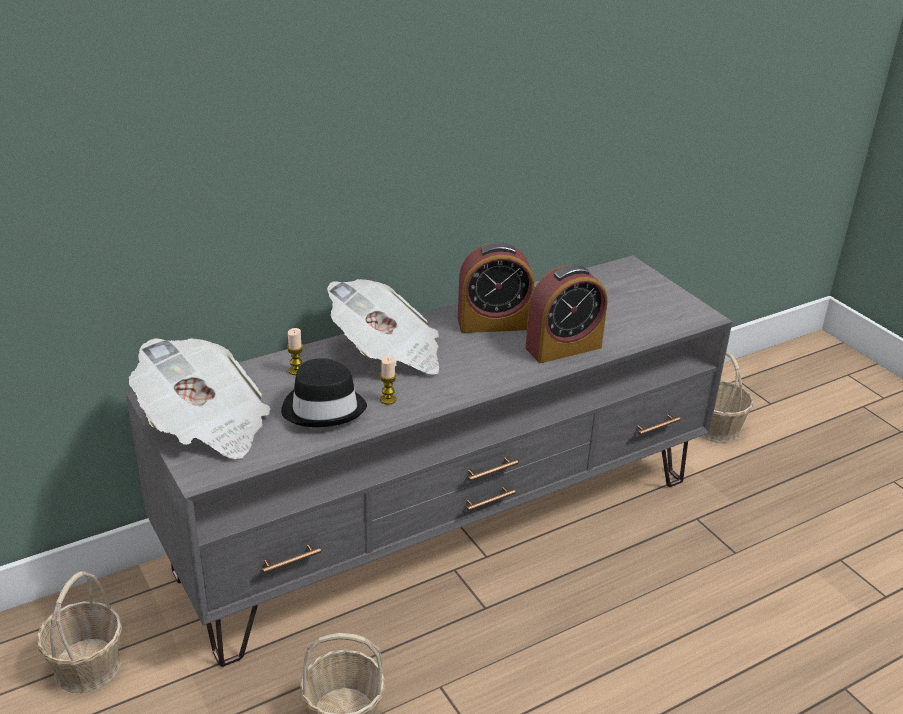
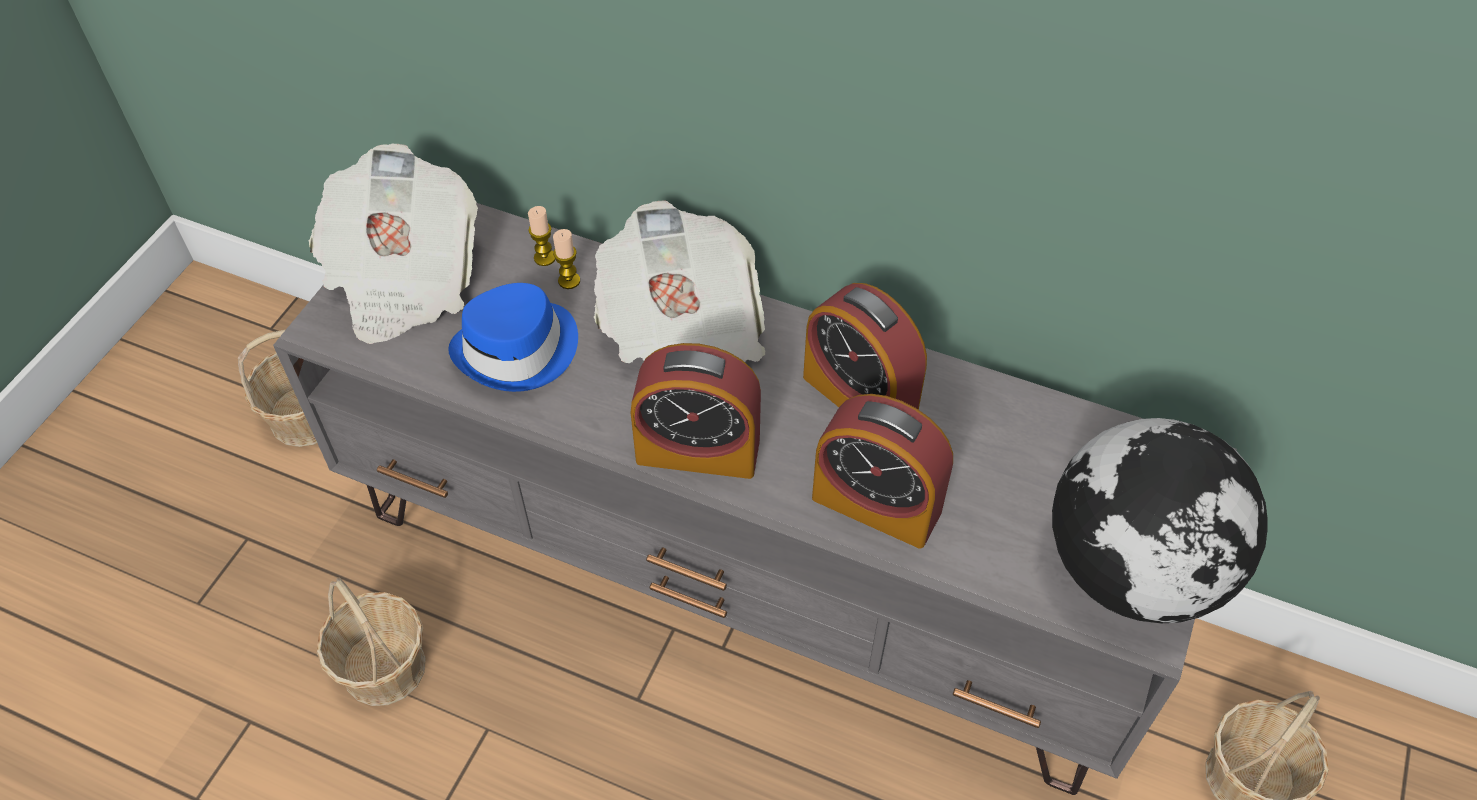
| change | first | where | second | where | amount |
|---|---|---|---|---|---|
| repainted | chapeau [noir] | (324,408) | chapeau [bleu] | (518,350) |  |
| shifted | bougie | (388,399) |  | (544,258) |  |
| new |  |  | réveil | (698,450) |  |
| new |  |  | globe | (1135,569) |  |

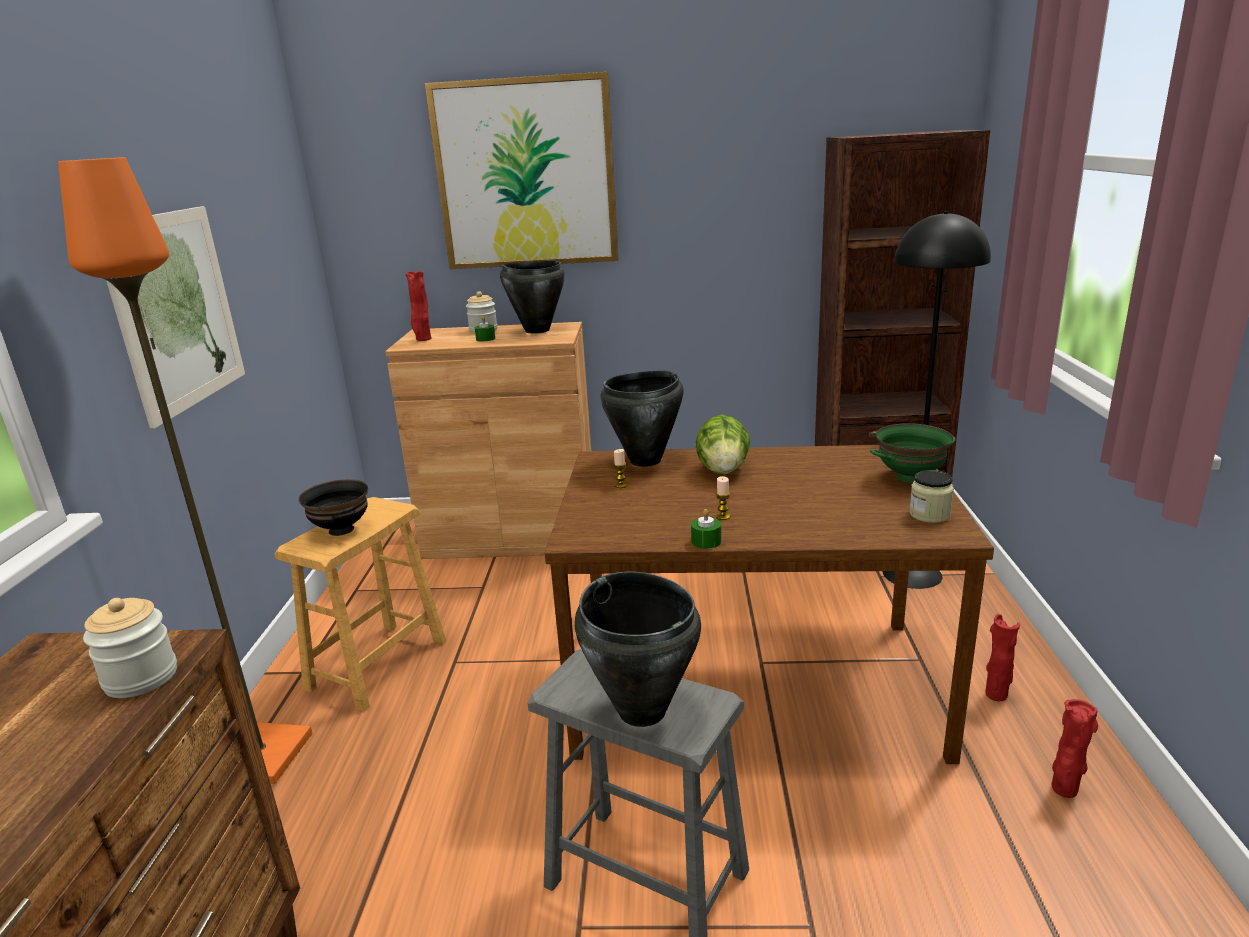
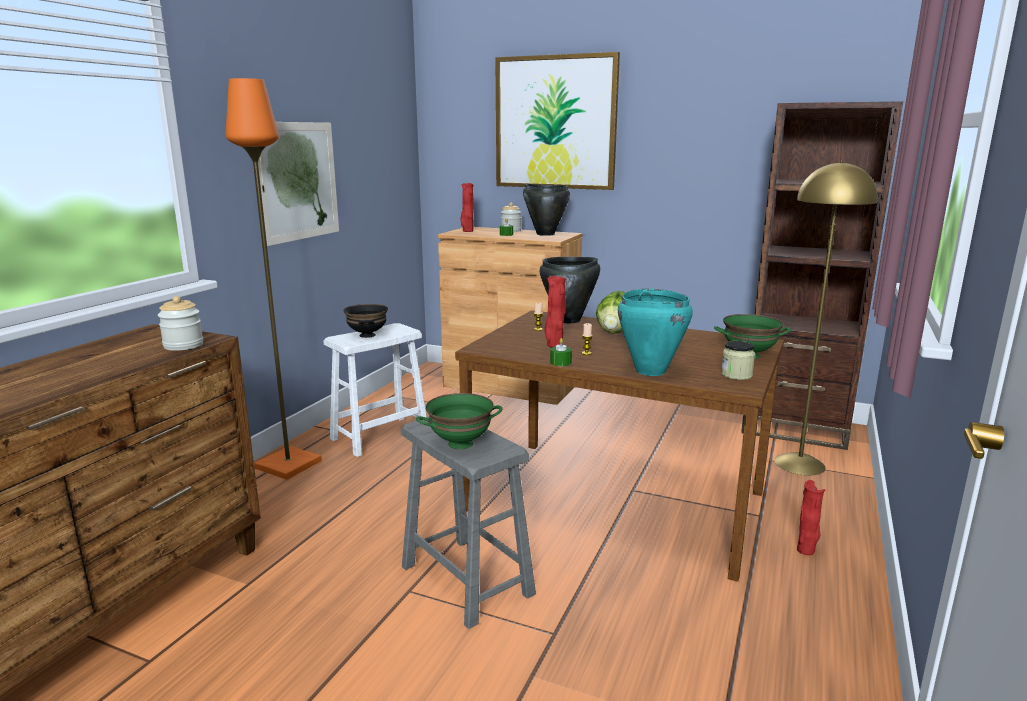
| change | first | where | second | where | amount |
|---|---|---|---|---|---|
| repainted | tabouret [marron] | (377,665) | tabouret [blanc] | (379,436) |  |
| swapped | marmite [noir] | (642,710) | bol [vert] | (460,443) |  |
| shifted | vase [rouge] | (1064,790) |  | (554,346) |  |
| new |  |  | marmite [turquoise] | (650,371) |  |
| repainted | lampadaire [noir] | (912,574) | lampadaire [jaune] | (799,464) |  |

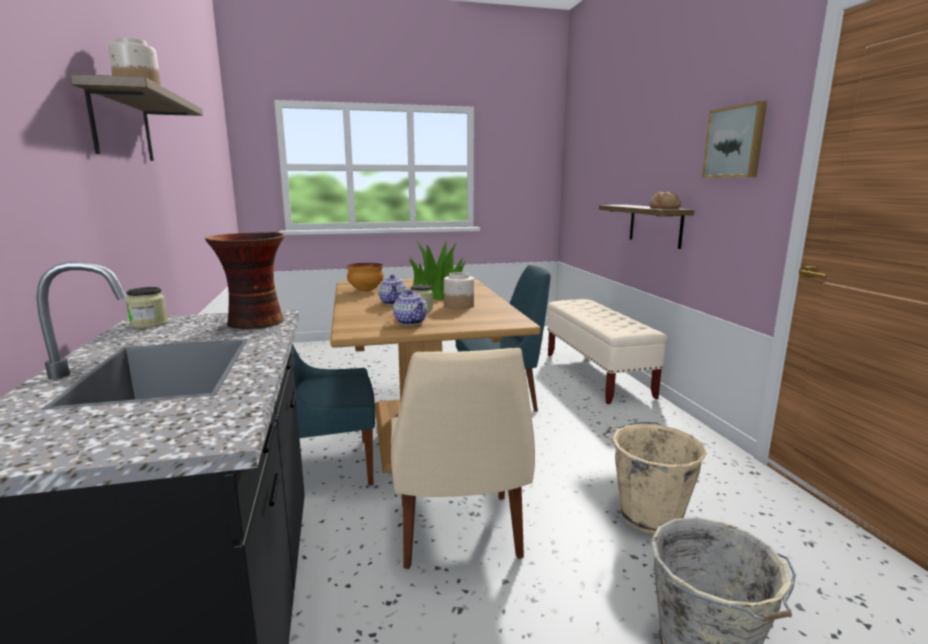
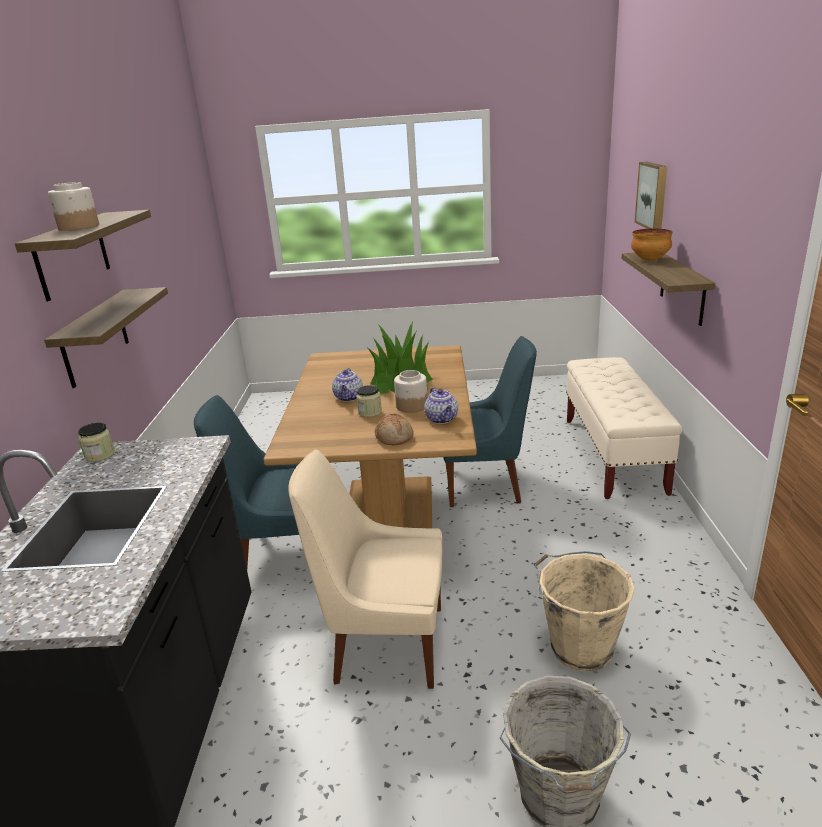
| change | first | where | second | where | amount |
|---|---|---|---|---|---|
| new |  |  | étagère | (95,338) |  |
| rotated | chaise [beige] | (459,533) |  | (384,644) | 90 degrees clockwise |
| shifted | pain | (665,208) |  | (394,437) |  |
| shifted | théière | (411,322) |  | (442,419) |  |
| shifted | bol | (366,291) |  | (650,260) |  |
| shifted | tableau | (735,142) |  | (653,195) |  |
| gone | vase | (254,323) |  |  |  |

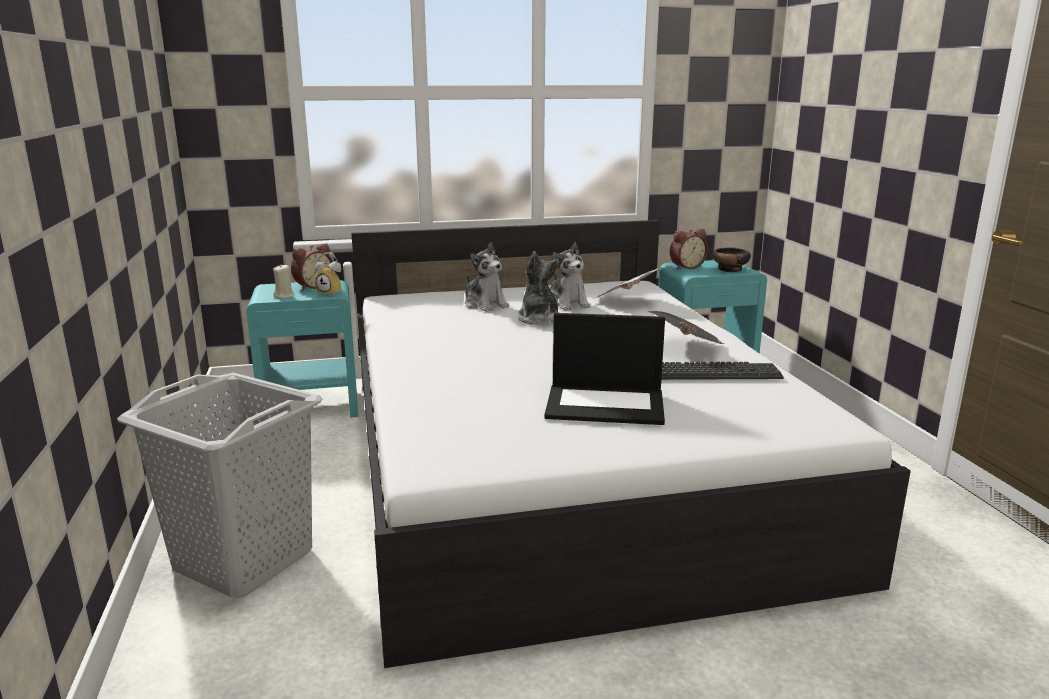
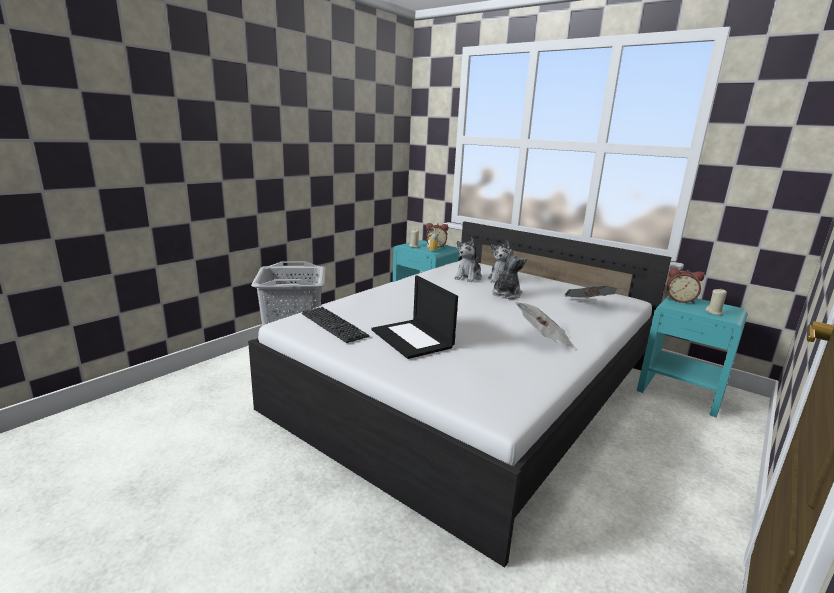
| change | first | where | second | where | amount |
|---|---|---|---|---|---|
| shifted | clavier | (712,373) |  | (333,325) |  |
| shifted | peluche | (568,303) |  | (468,277) |  |
| swapped | bol | (730,269) | bougie [beige] | (714,312) |  |

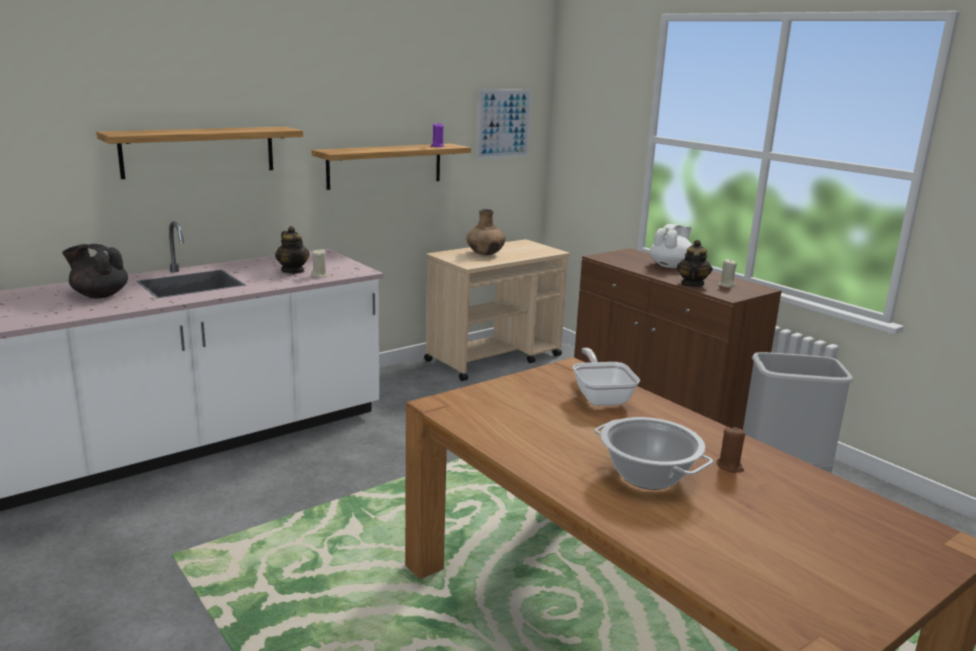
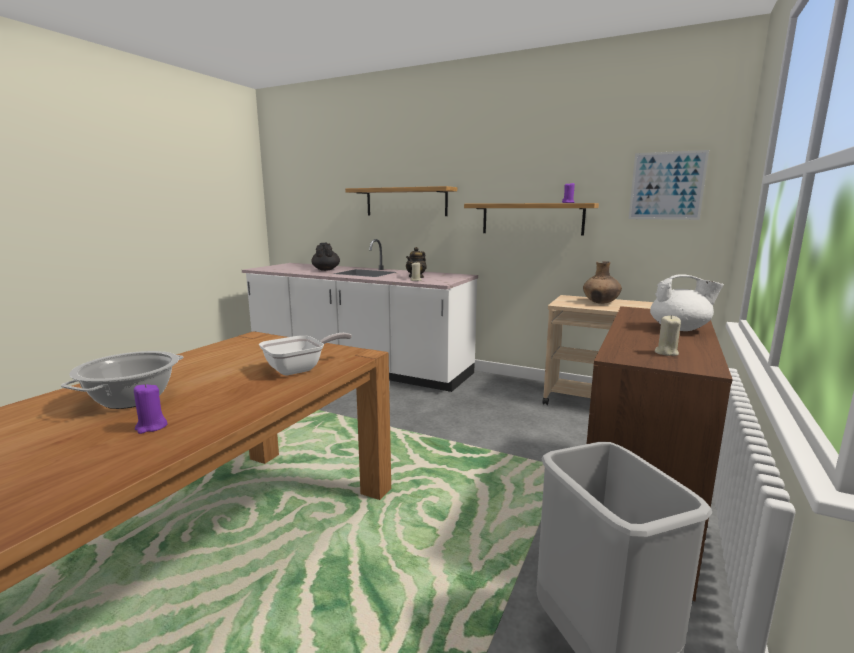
| change | first | where | second | where | amount |
|---|---|---|---|---|---|
| repainted | bougie [marron] | (729,466) | bougie [violet] | (151,427) |  |
| gone | théière | (692,284) |  |  |  |

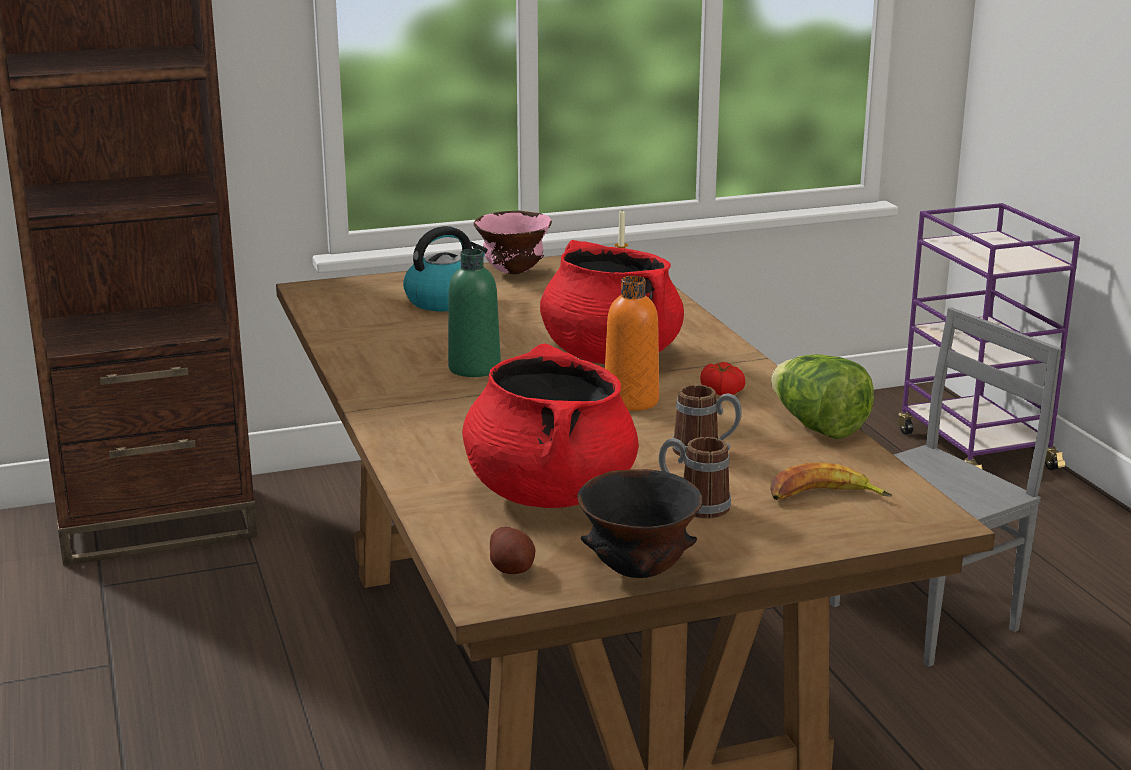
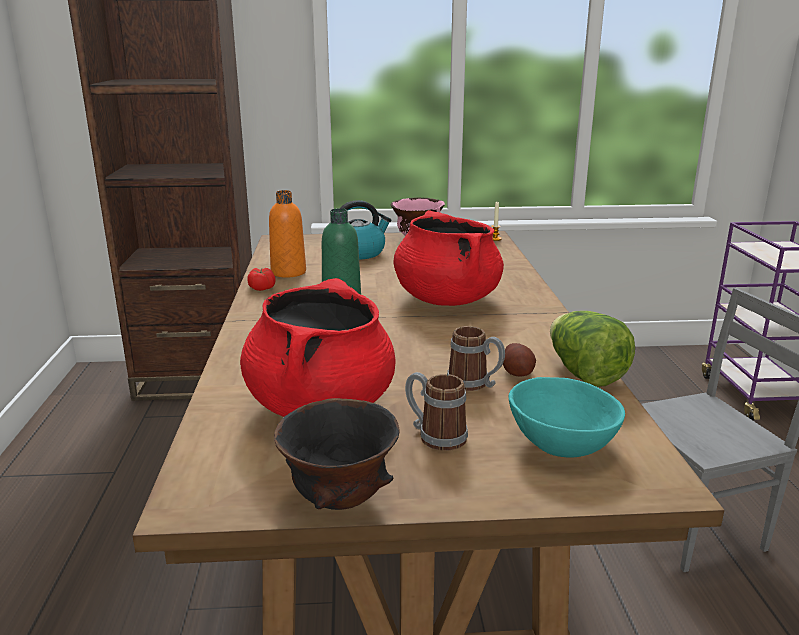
| change | first | where | second | where | amount |
|---|---|---|---|---|---|
| shifted | tomate | (721,391) |  | (261,287) |  |
| shifted | bouteille [orange] | (631,401) |  | (288,272) |  |
| shifted | pomme de terre | (512,568) |  | (518,372) |  |
| swapped | banane | (824,497) | bol [turquoise] | (561,443) |  |

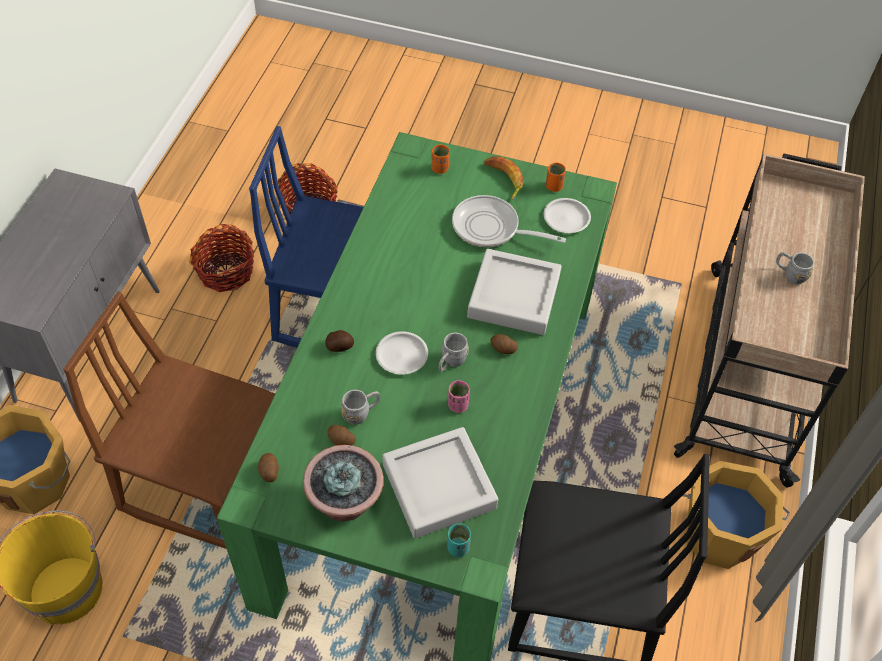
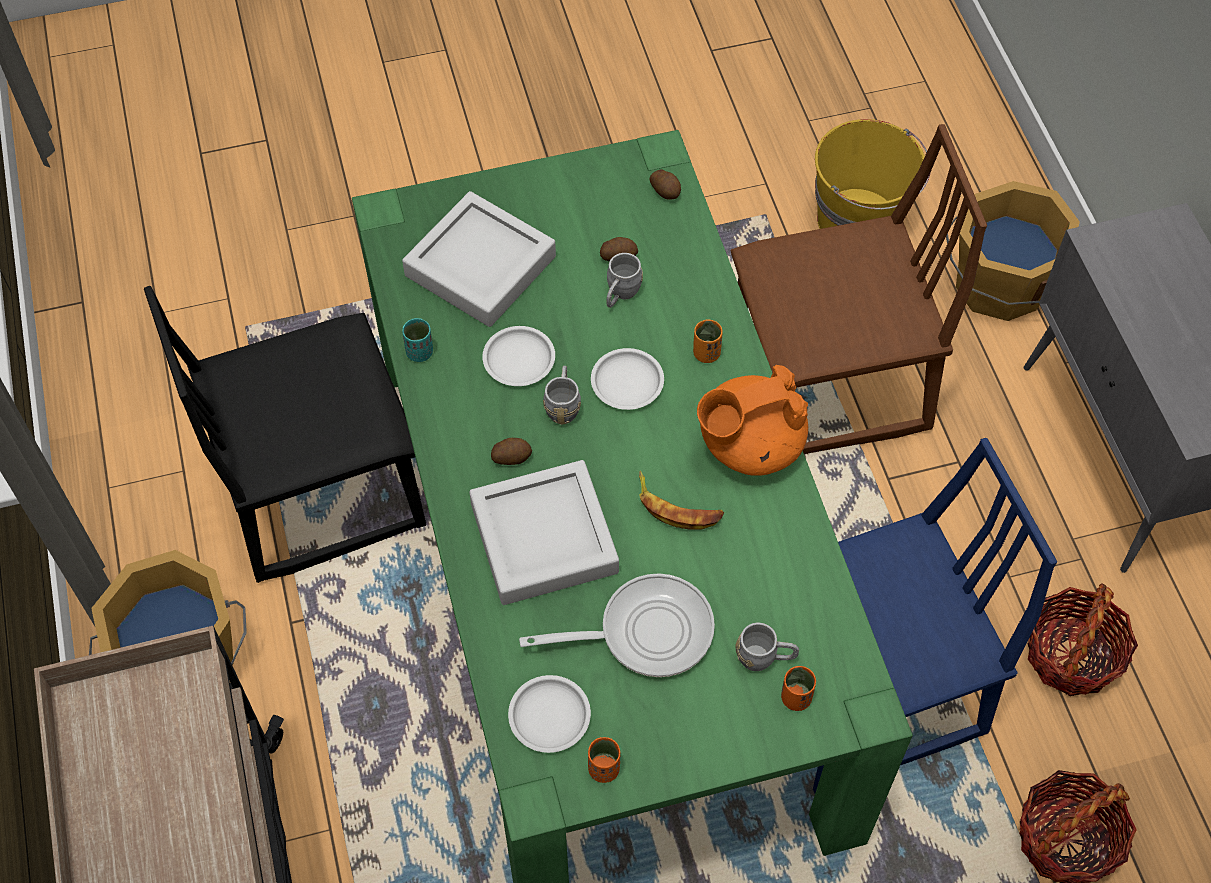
| change | first | where | second | where | amount |
|---|---|---|---|---|---|
| shifted | tasse [turquoise] | (458,548) |  | (419,352) |  |
| swapped | tasse [rose] | (458,405) | assiette [blanc] | (519,360) |  |
| shifted | banane | (503,179) |  | (677,507) |  |
| swapped | pomme de terre | (340,347) | tasse [orange] | (706,353) |  |
| new |  |  | théière [orange] | (749,445) |  |
| shifted | mug [gris] | (790,274) |  | (765,658) |  |
| gone | plante en pot | (345,501) |  |  |  |

